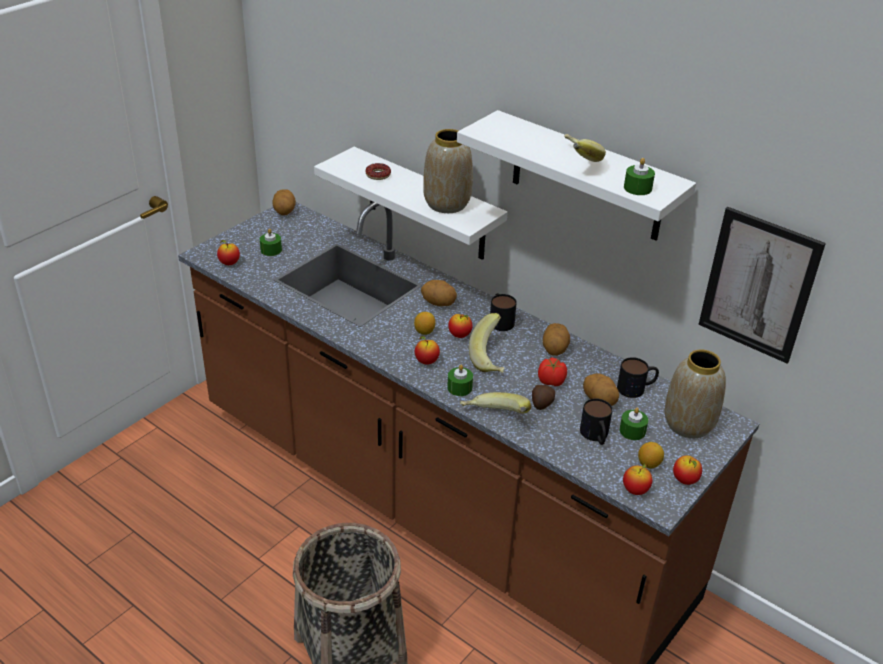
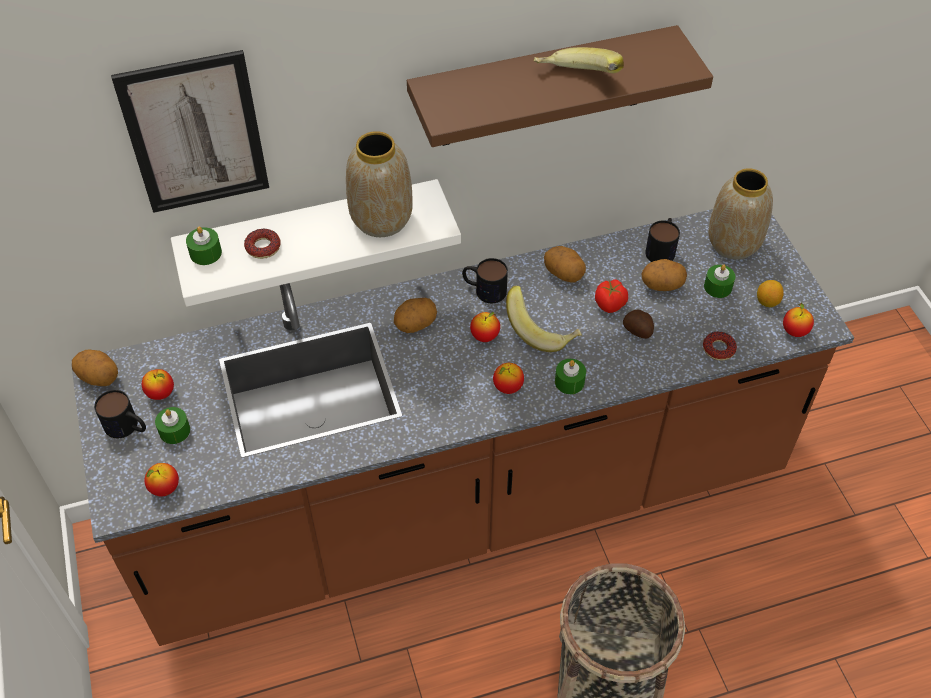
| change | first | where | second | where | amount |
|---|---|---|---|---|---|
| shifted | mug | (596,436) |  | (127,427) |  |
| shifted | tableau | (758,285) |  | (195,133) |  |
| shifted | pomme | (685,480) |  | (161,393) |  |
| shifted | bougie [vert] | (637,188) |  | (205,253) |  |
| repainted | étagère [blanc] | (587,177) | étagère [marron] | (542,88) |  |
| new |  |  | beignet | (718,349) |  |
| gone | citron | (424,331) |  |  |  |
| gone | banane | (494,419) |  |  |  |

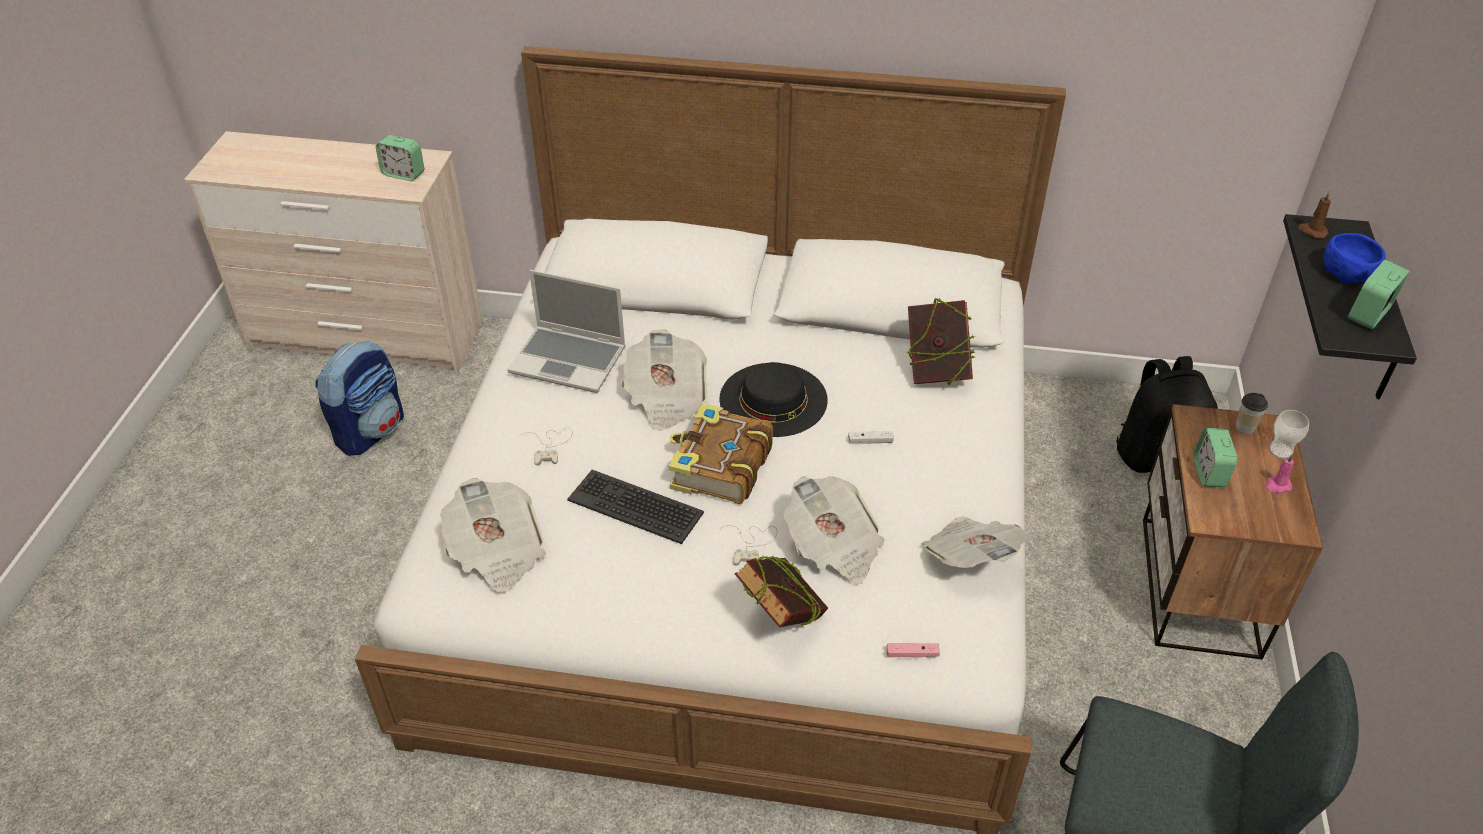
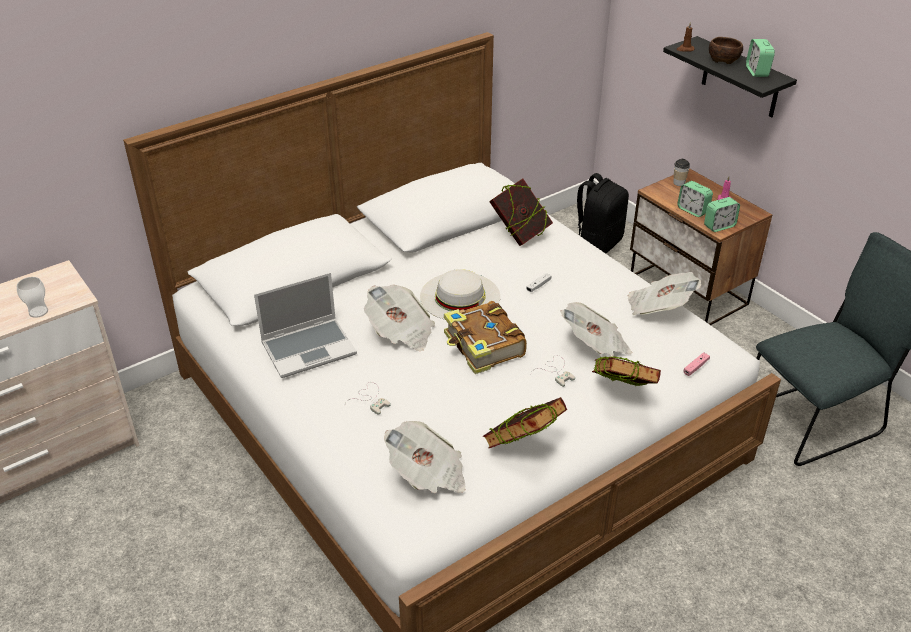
| change | first | where | second | where | amount |
|---|---|---|---|---|---|
| shifted | tasse | (1280,451) |  | (38,312) |  |
| repainted | chapeau [noir] | (773,399) | chapeau [blanc] | (460,296) |  |
| new |  |  | livre | (523,447) |  |
| shifted | réveil | (403,174) |  | (719,226) |  |
| repainted | bol [bleu] | (1348,271) | bol [marron] | (723,59) |  |
| gone | sac à dos | (371,430) |  |  |  |
| gone | clavier | (636,506) |  |  |  |

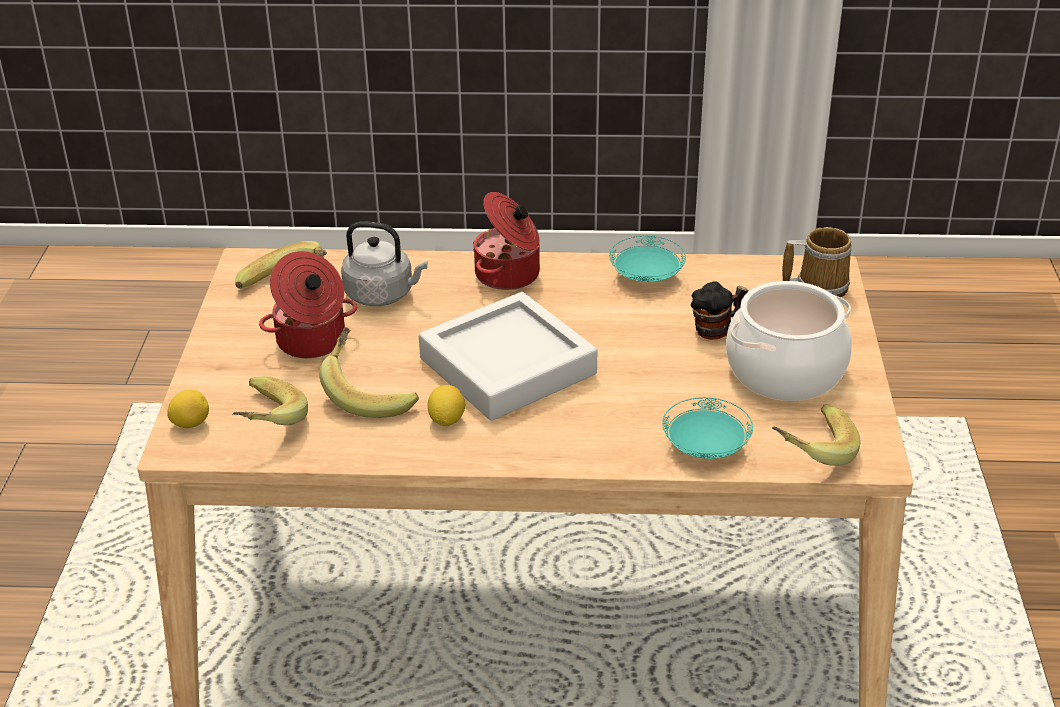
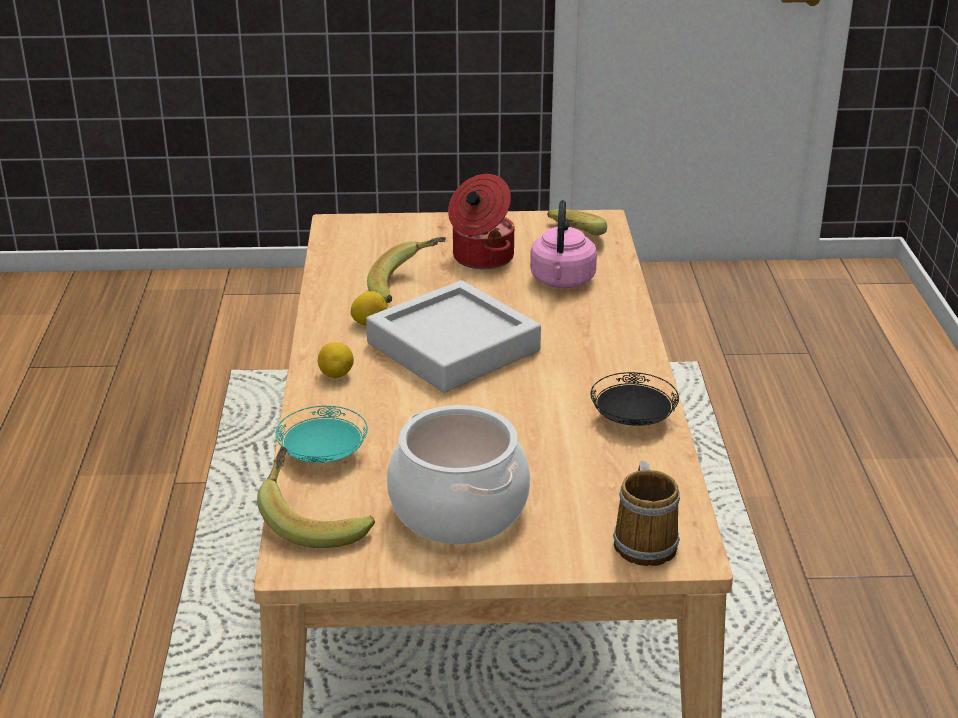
| change | first | where | second | where | amount |
|---|---|---|---|---|---|
| shifted | citron | (190,424) |  | (336,375) |  |
| repainted | bouilloire [gris] | (383,295) | bouilloire [rose] | (562,281) |  |
| repainted | assiette [turquoise] | (646,277) | assiette [noir] | (632,420) |  |
| gone | banane | (263,422) |  |  |  |
| gone | marmite | (509,275) |  |  |  |
| gone | mug | (717,329) |  |  |  |

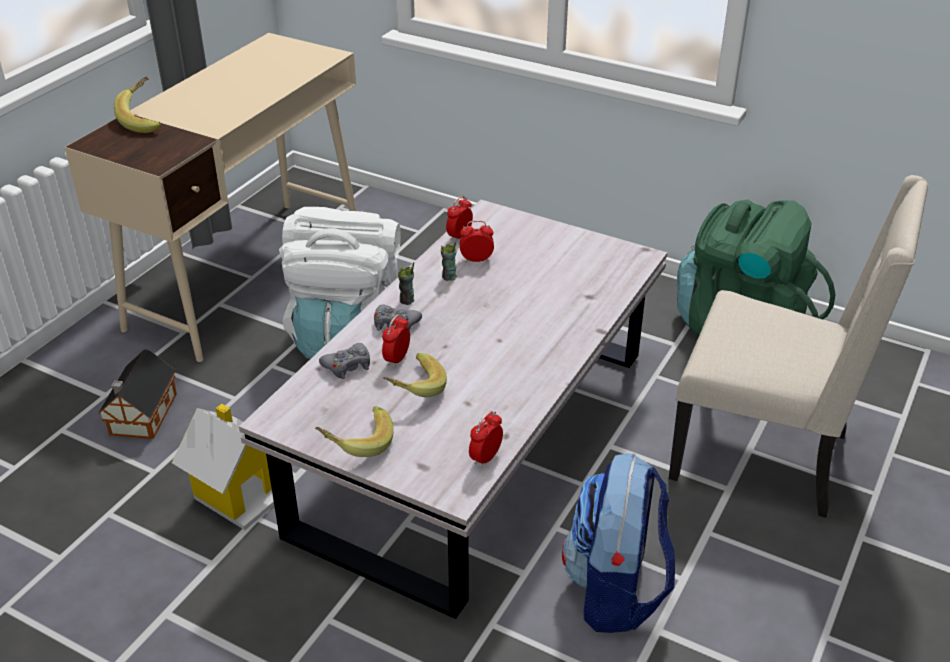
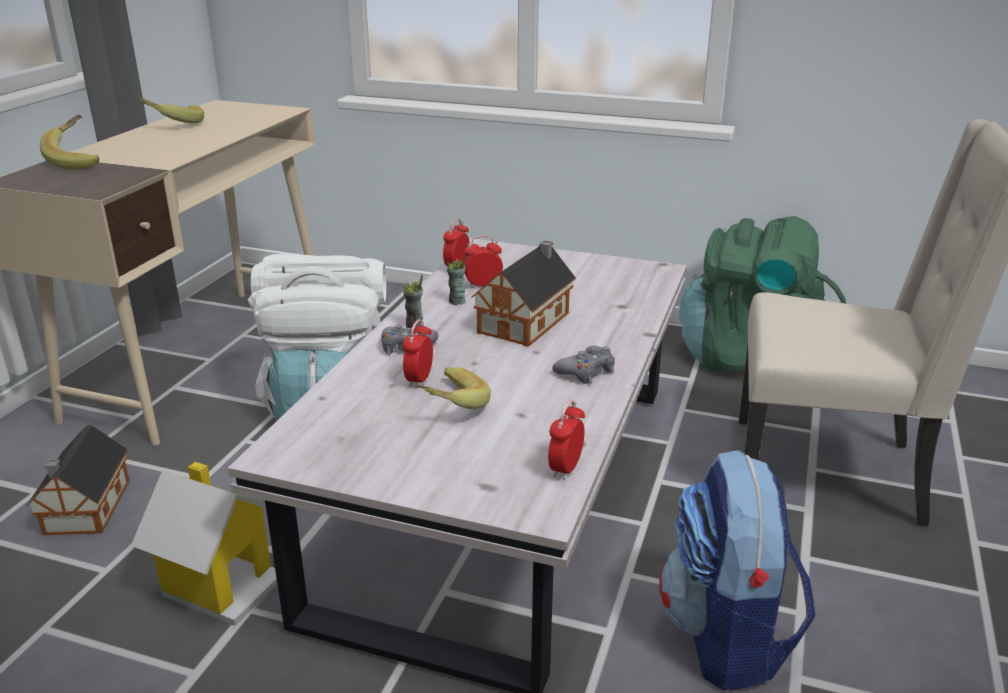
| change | first | where | second | where | amount |
|---|---|---|---|---|---|
| shifted | banane | (356,443) |  | (173,124) |  |
| new |  |  | maison miniature | (527,321) |  |
| shifted | manette [gris] | (347,366) |  | (586,371) |  |

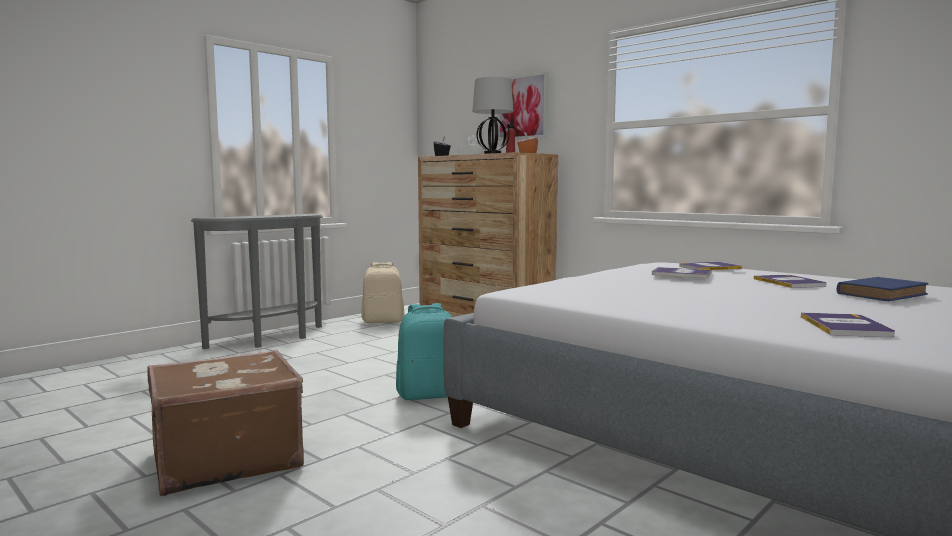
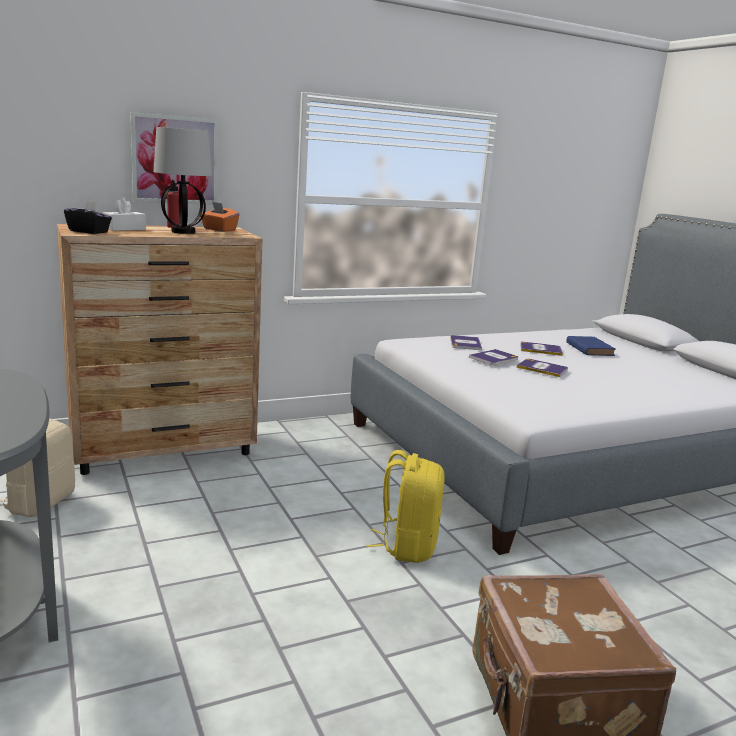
| change | first | where | second | where | amount |
|---|---|---|---|---|---|
| repainted | sac à dos [turquoise] | (429,394) | sac à dos [jaune] | (407,546) |  |
| shifted | livre | (845,326) |  | (542,368) |  |

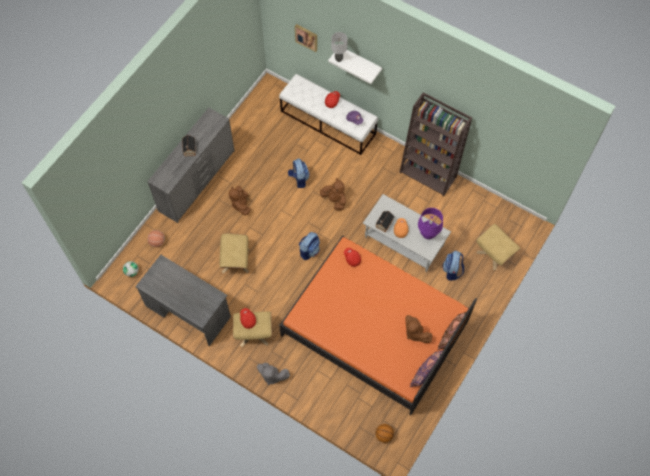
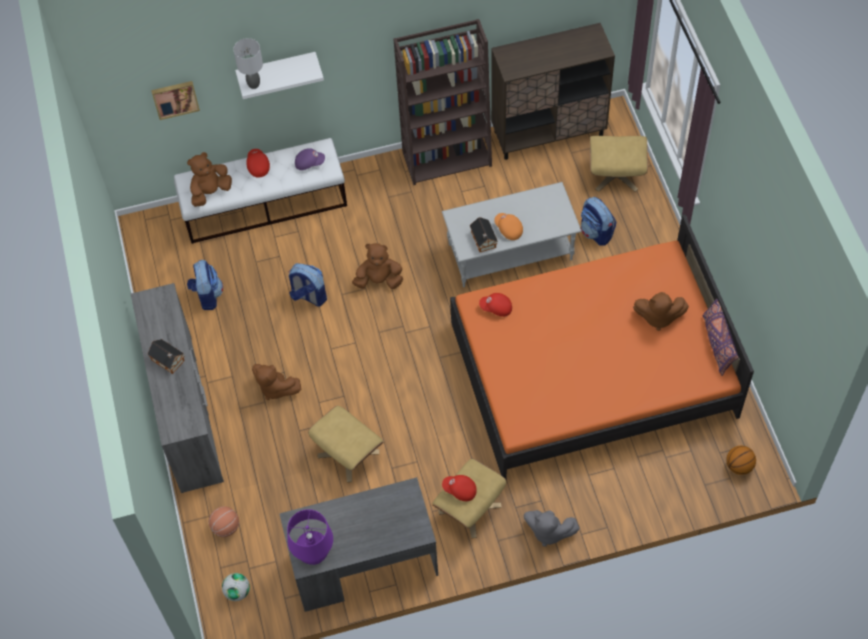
| change | first | where | second | where | amount |
|---|---|---|---|---|---|
| new |  |  | peluche [marron] | (210,192) |  |
| shifted | sac à dos | (309,250) |  | (207,295) |  |
| shifted | lampe de table [violet] | (428,233) |  | (314,554) |  |
| new |  |  | meuble de rangement [marron] | (549,133) |  |
| rotated | peluche [gris] | (272,375) |  | (548,532) | 45 degrees clockwise |
| gone | coussin [marron] | (452,334) |  |  |  |

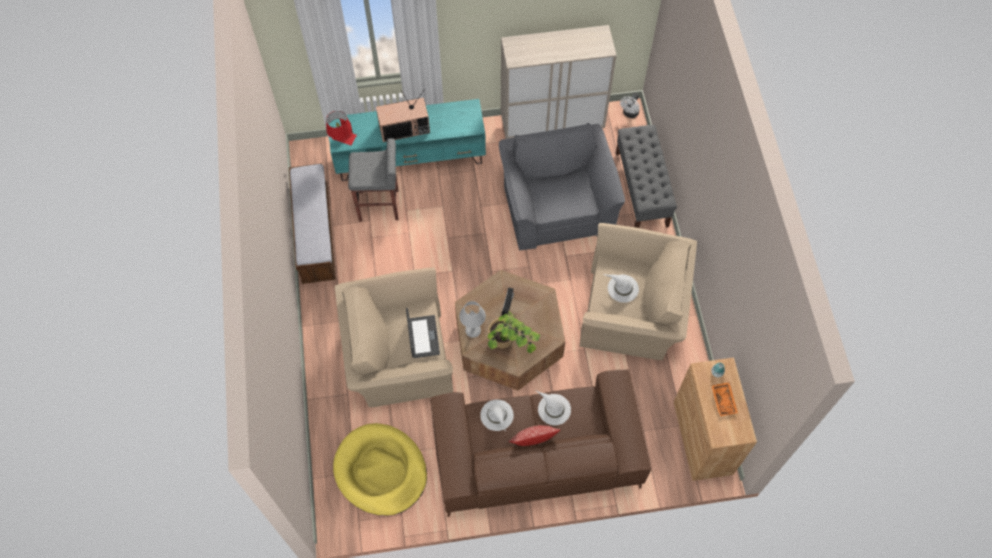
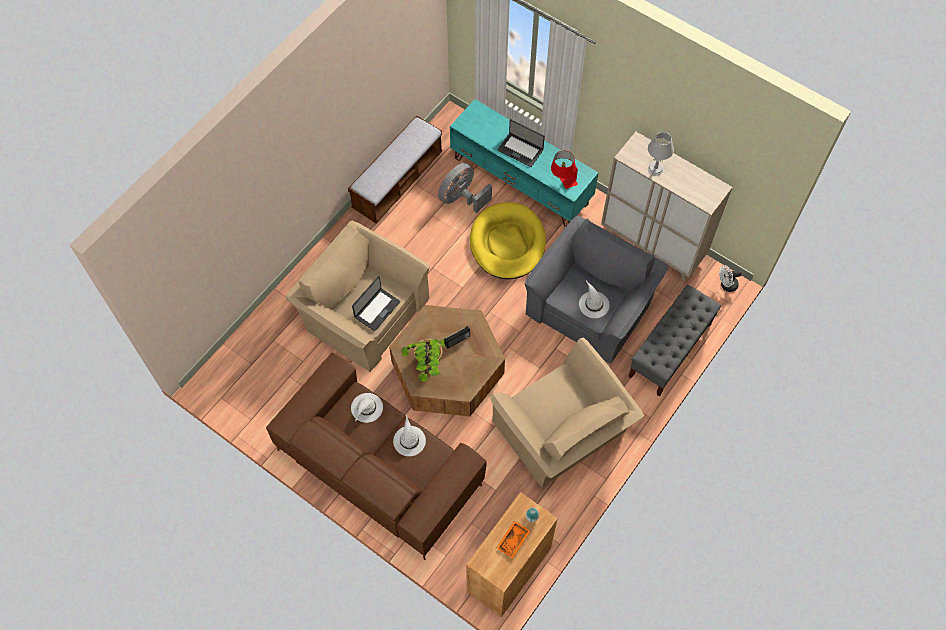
| change | first | where | second | where | amount |
|---|---|---|---|---|---|
| swapped | tabouret [gris] | (379,206) | ventilateur [gris] | (462,198) |  |
| shifted | panier pour chien [jaune] | (381,471) |  | (507,243) |  |
| swapped | téléviseur | (404,127) | ordinateur portable | (520,150) |  |
| shifted | lampe de table [rouge] | (342,140) |  | (563,180) |  |
| shifted | chapeau [blanc] | (622,288) |  | (593,304) |  |
| shifted | lampe de table [gris] | (473,330) |  | (655,168) |  |
| gone | coussin | (533,442) |  |  |  |

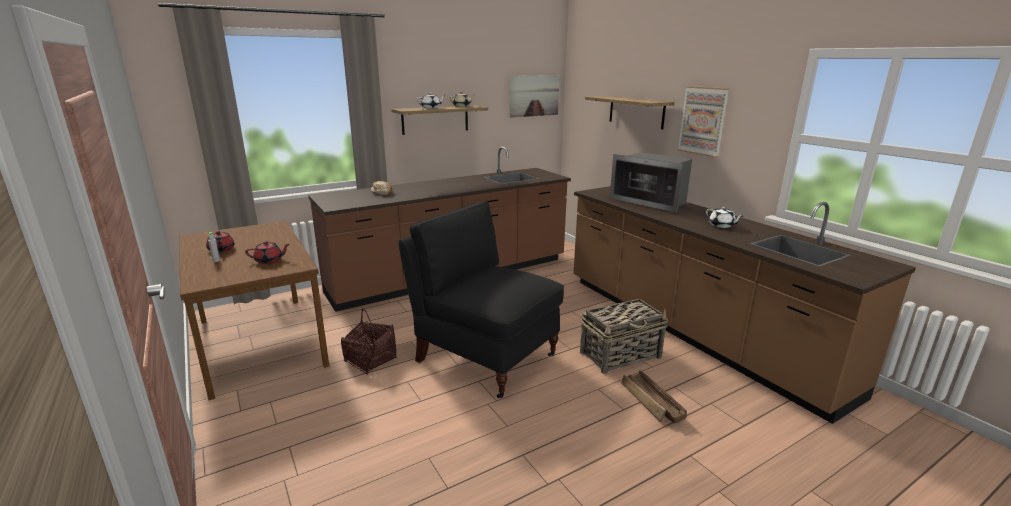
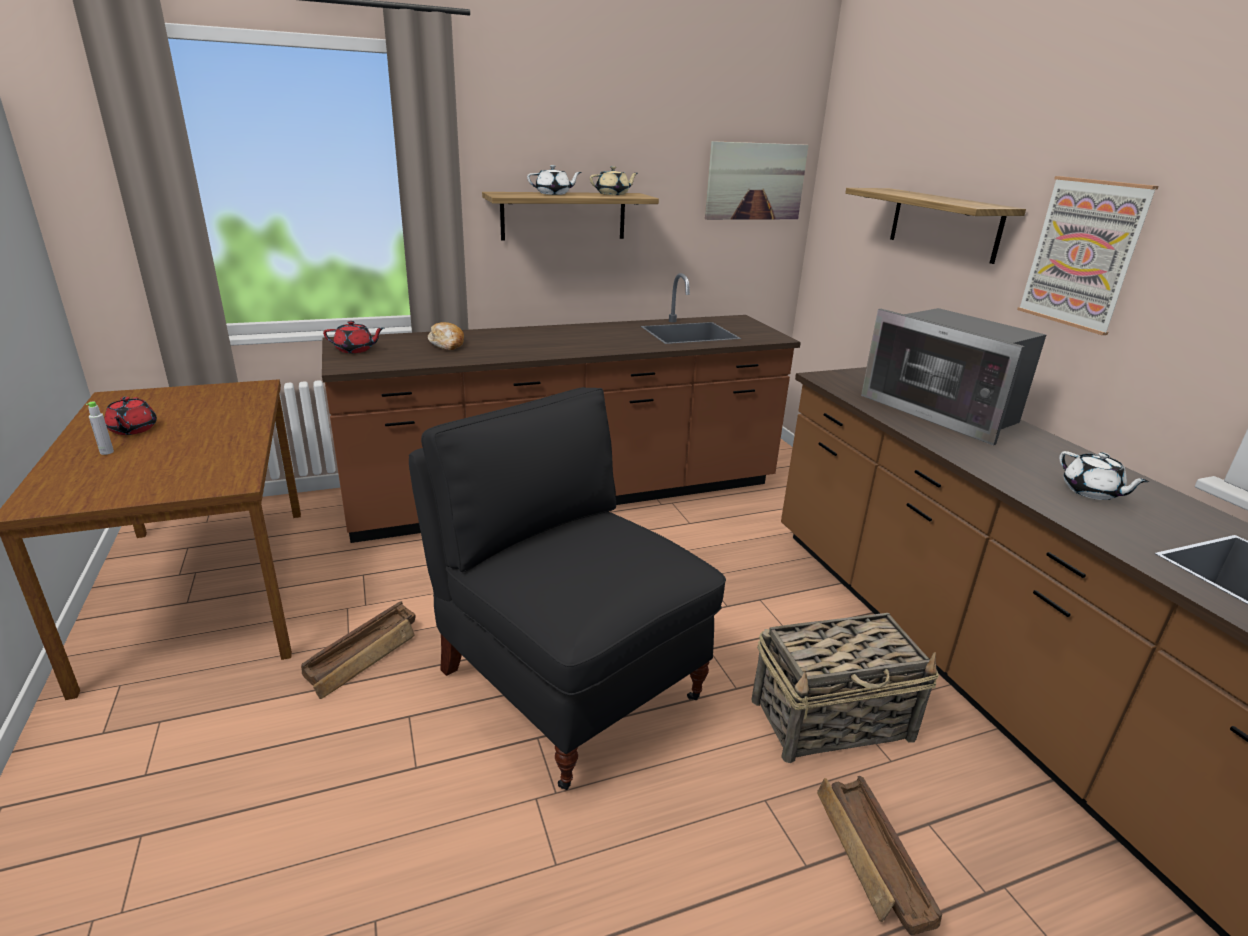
| change | first | where | second | where | amount |
|---|---|---|---|---|---|
| swapped | panier | (370,360) | caisse | (365,655) |  |
| shifted | théière [rouge] | (269,260) |  | (355,350) |  |

